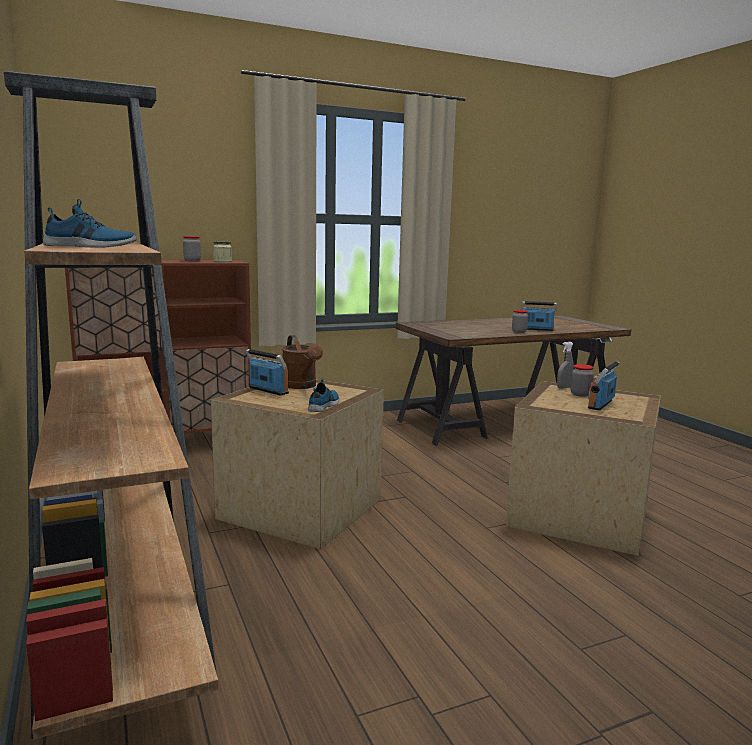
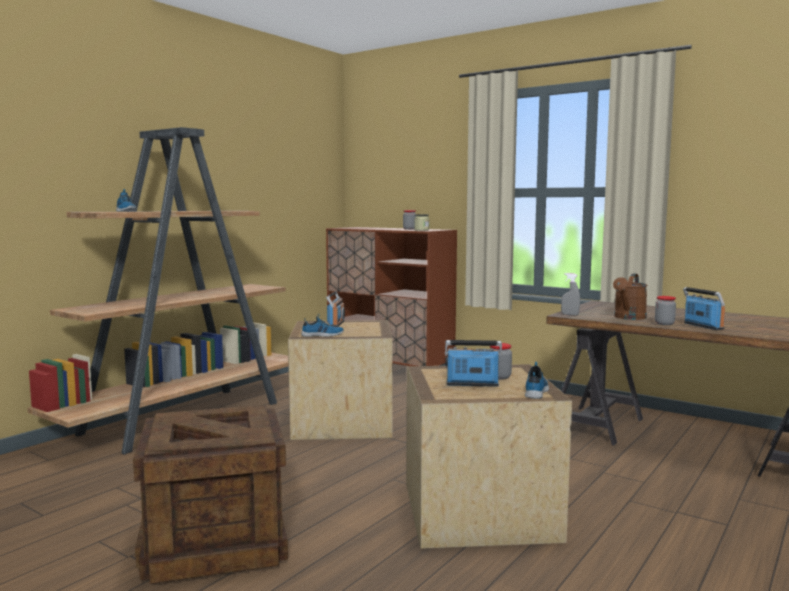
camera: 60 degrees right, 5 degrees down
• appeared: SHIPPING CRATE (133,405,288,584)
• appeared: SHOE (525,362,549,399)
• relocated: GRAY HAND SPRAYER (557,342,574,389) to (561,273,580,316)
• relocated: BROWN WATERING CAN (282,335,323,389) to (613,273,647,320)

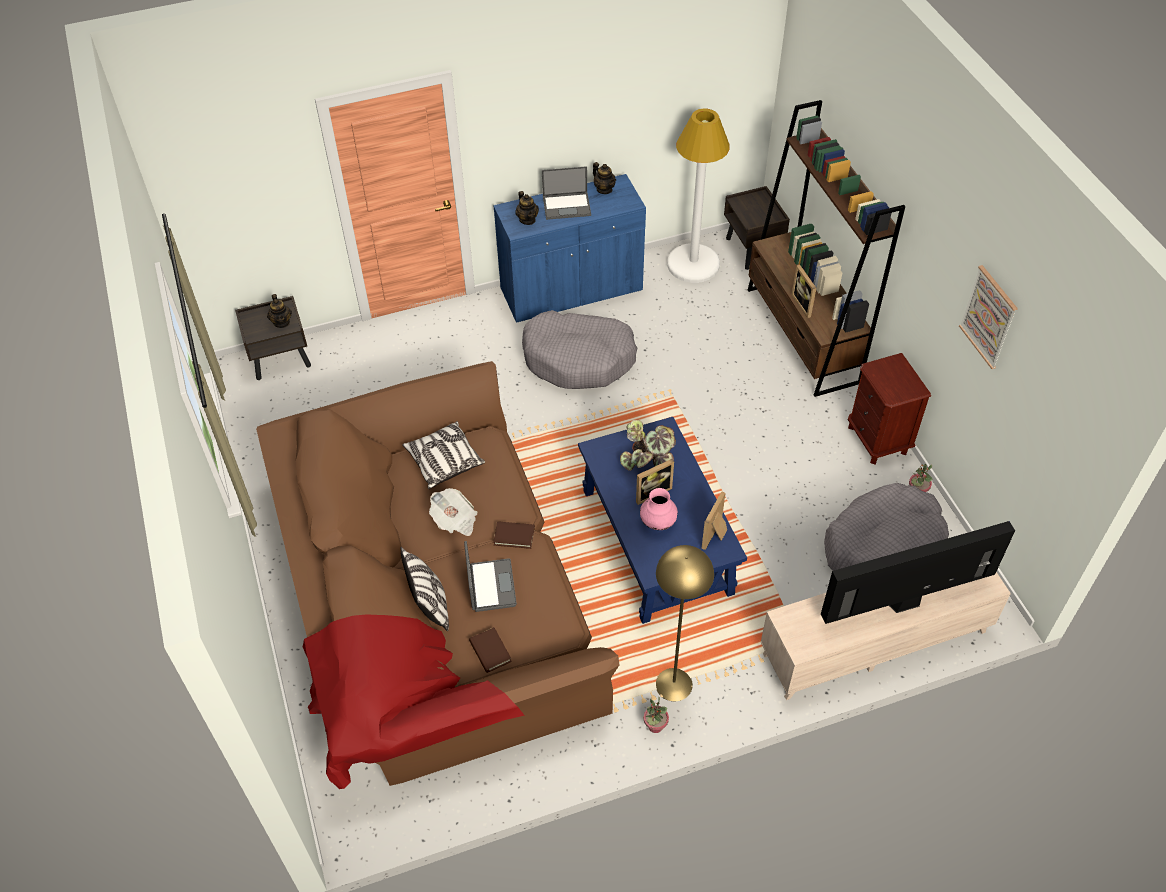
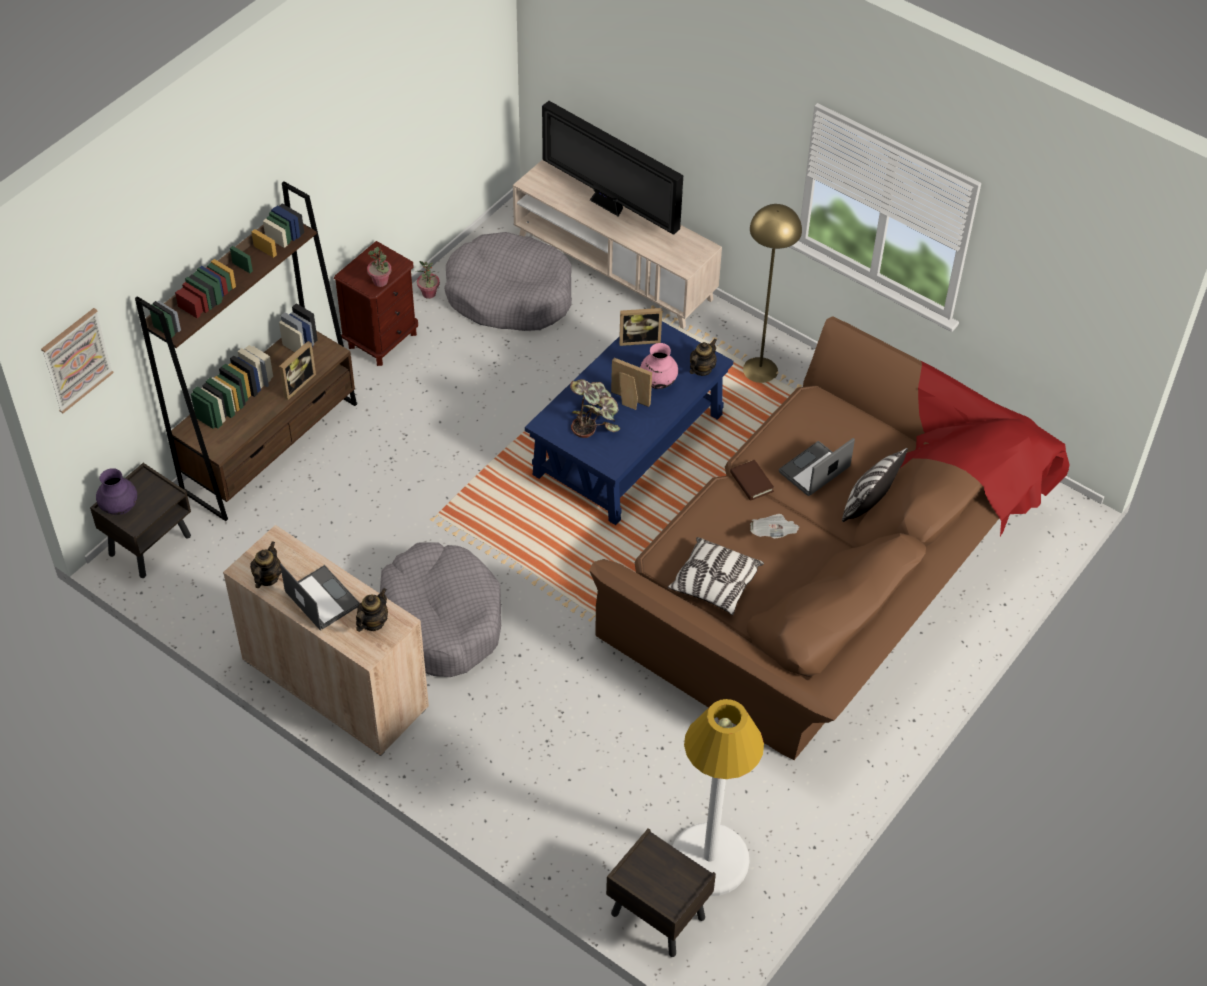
camera: 125 degrees left, 0 degrees up
• relocated: WALL PICTURE (959,265,1018,369) to (41,308,114,413)
• appeared: PURPLISH DECORATIVE VASE (96,468,137,515)
• colour: BLUE STORAGE CABINET (493,174,646,323) to BEIGE STORAGE CABINET (223,525,429,756)
• relocated: HOUSEPLANT (644,697,669,733) to (367,247,391,287)
• relocated: WHITE-COLOURED STANDARD LAMP (667,108,730,283) to (672,699,764,896)
• relocated: TEAPOT (267,294,292,328) to (690,339,717,376)
• missing: BROWN BOUND BOOK (469,627,512,673)

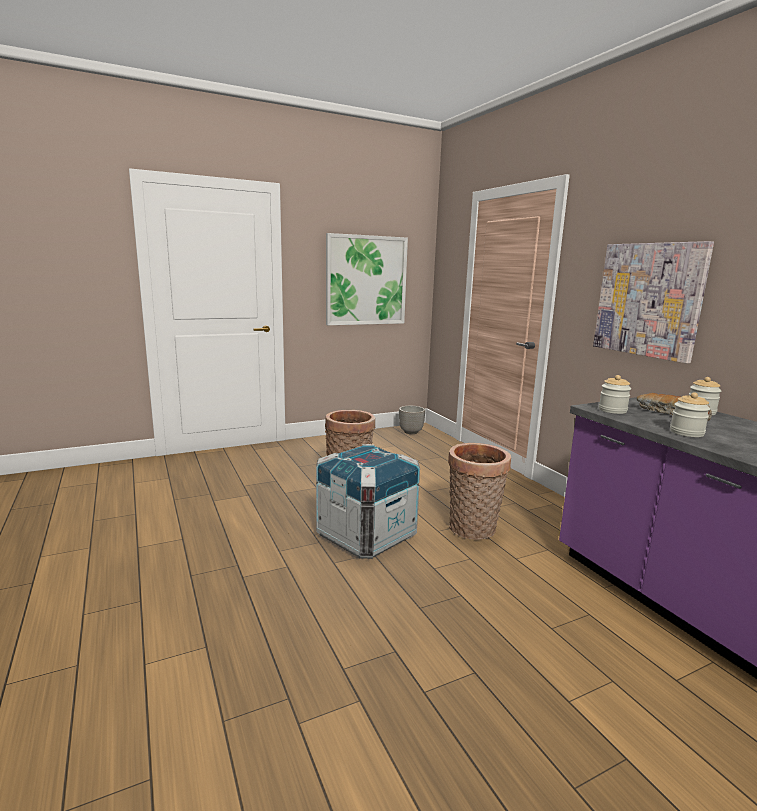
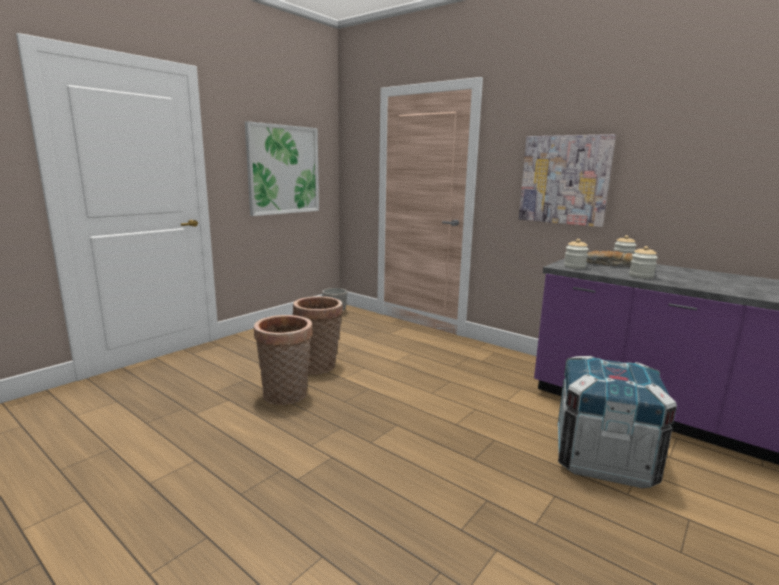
camera: 25 degrees left, 0 degrees up
• relocated: HOUSEHOLD BASKET (448,443,511,540) to (254,315,313,405)
• relocated: SHIPPING CRATE (316,444,420,559) to (558,356,677,488)

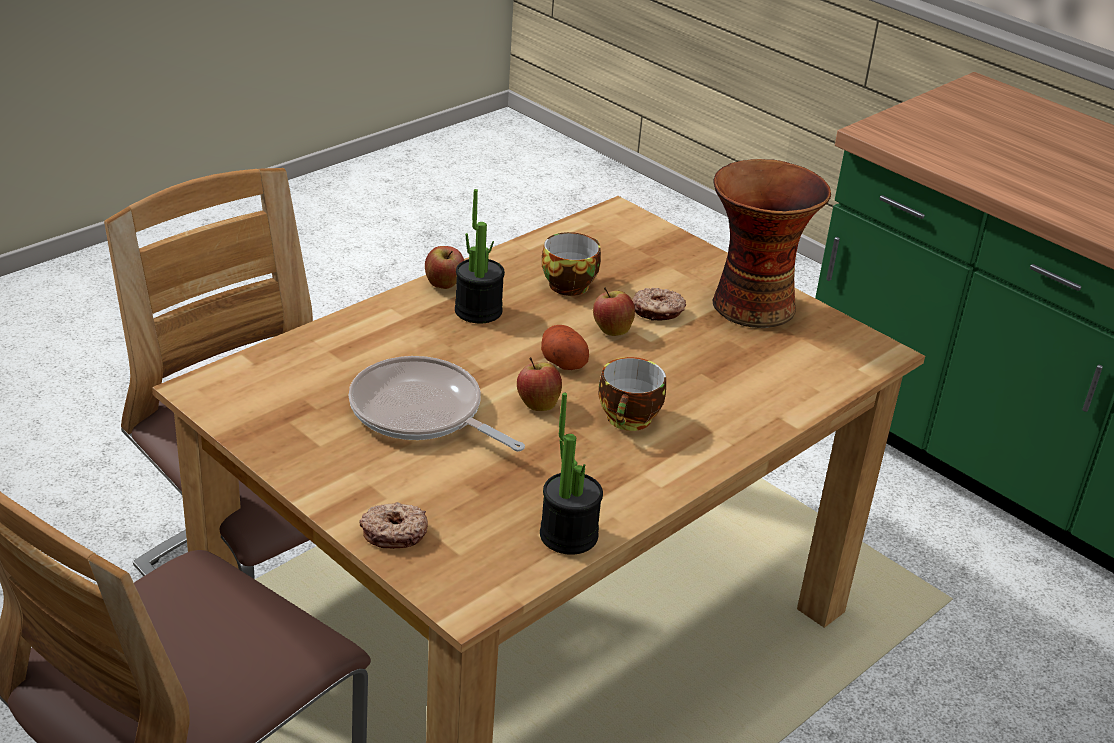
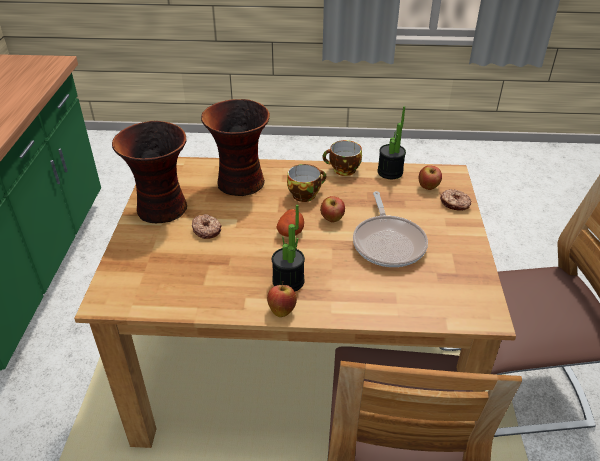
camera: 130 degrees left, 5 degrees up
• appeared: DECORATIVE VASE (201,99,270,196)
• relocated: SMALL CUP (542,232,601,296) to (322,140,362,176)
• relocated: WHOLE APPLE (593,287,635,336) to (419,165,442,190)

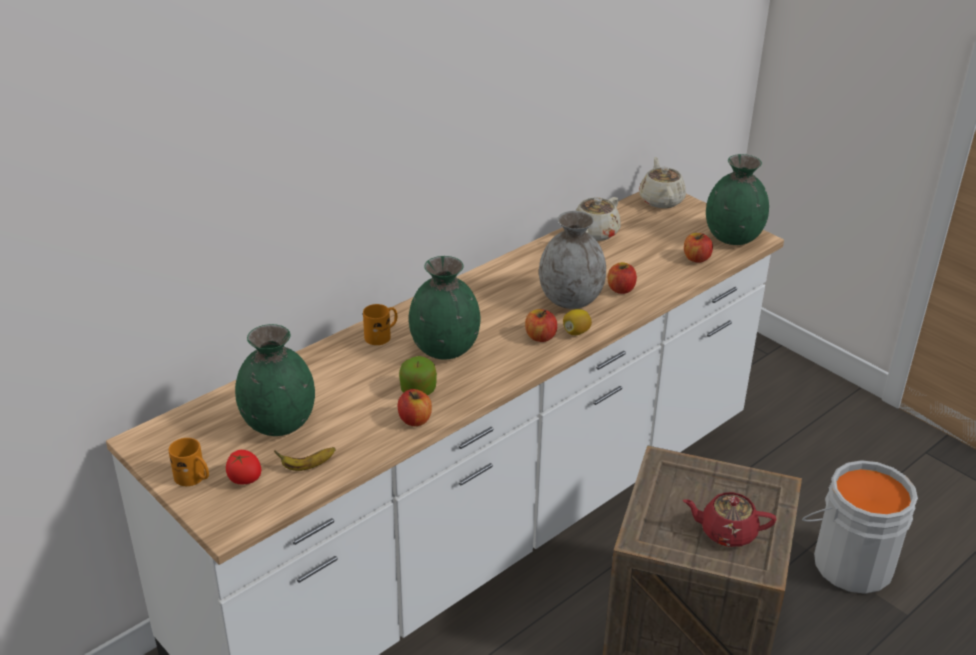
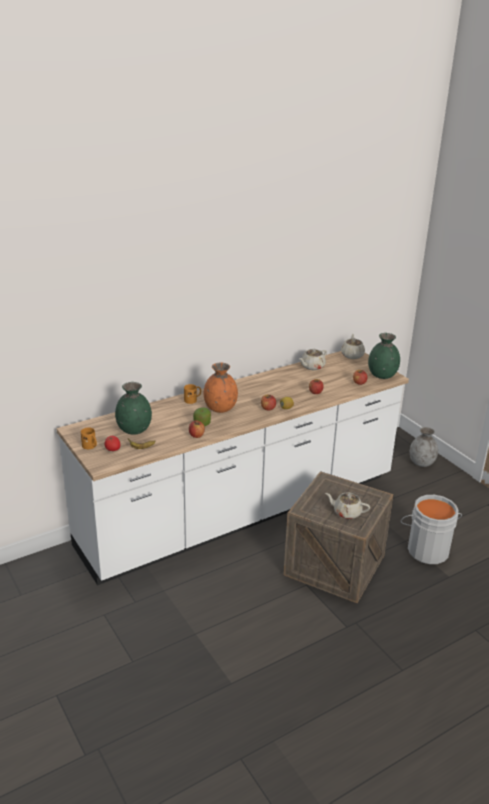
camera: 10 degrees right, 5 degrees down
• colour: GREEN DECORATIVE VASE (409,256,481,360) to ORANGEY DECORATIVE VASE (204,363,238,413)
• colour: RED-COLOURED TEAPOT (683,492,777,547) to BEIGE TEAPOT (325,492,370,519)
• relocated: GRAY DECORATIVE VASE (539,211,606,309) to (410,427,438,467)

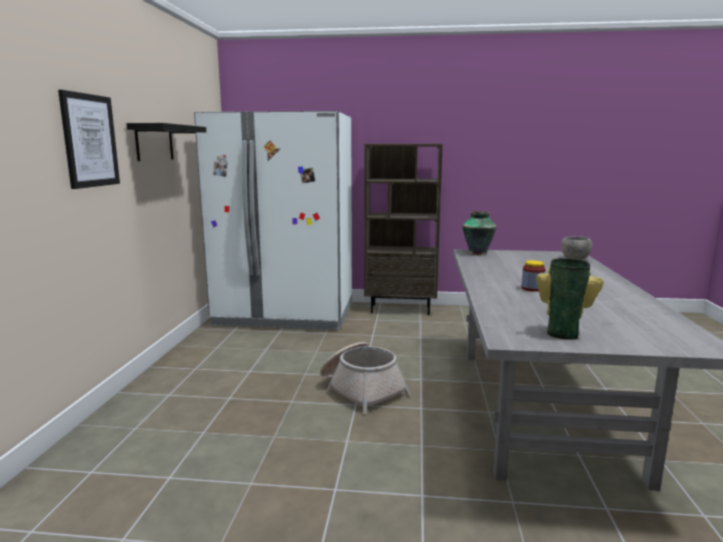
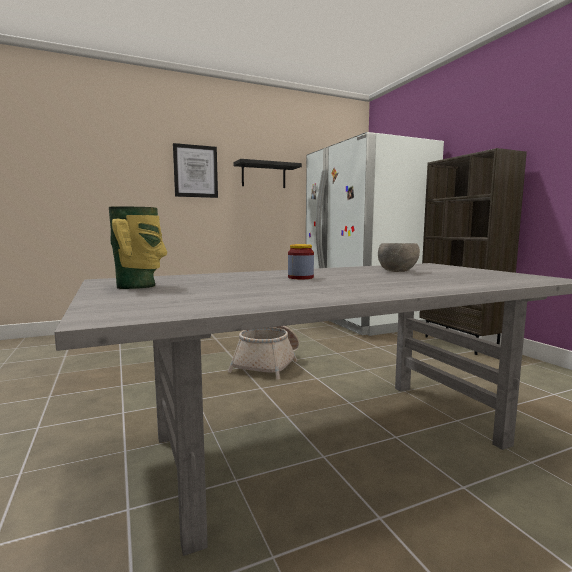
camera: 60 degrees right, 5 degrees down
• relocated: GRAY BOWL (561,236,593,260) to (378,243,420,272)
• missing: DECORATIVE VASE (462,211,497,255)

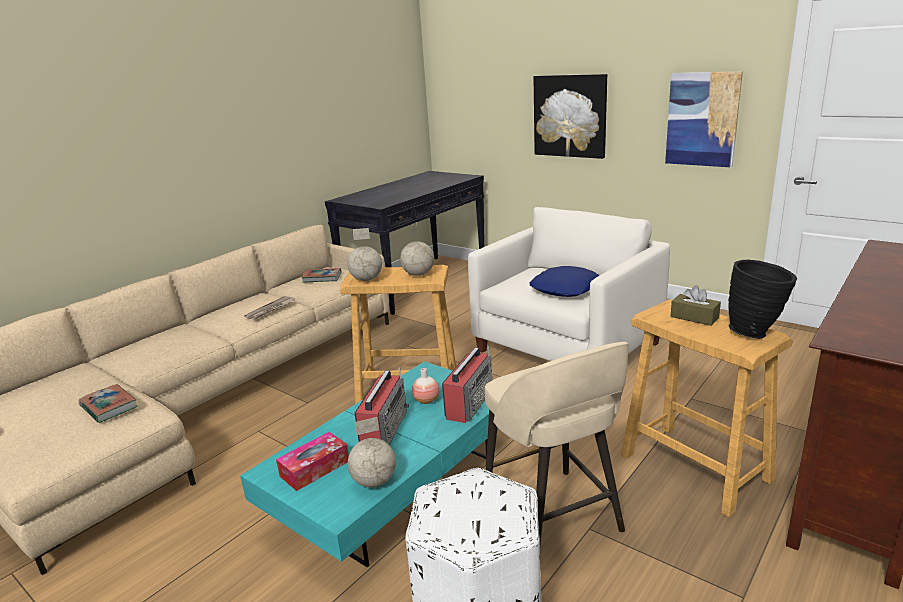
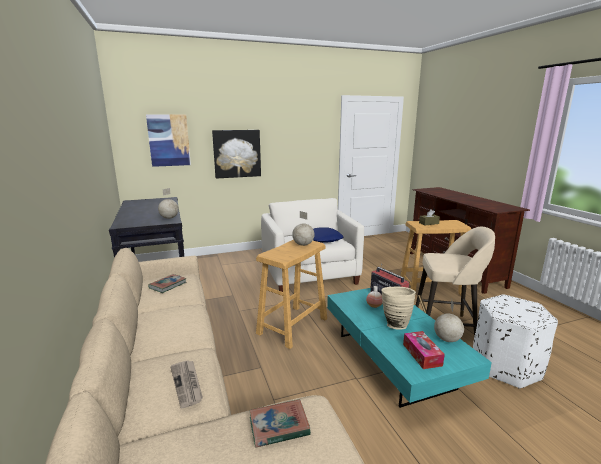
camera: 60 degrees left, 5 degrees down
• relocated: WALL PICTURE (665,71,743,168) to (146,114,191,167)
• relocated: WORLD GLOBE (347,228,382,281) to (158,188,179,219)
• relocated: NEWSPAPER (244,296,295,320) to (170,360,203,408)
• exchanged: RADIO (355,367,409,445) to BEIGE DECORATIVE VASE (381,287,416,330)
• missing: BLACKISH DECORATIVE VASE (728,260,797,339)

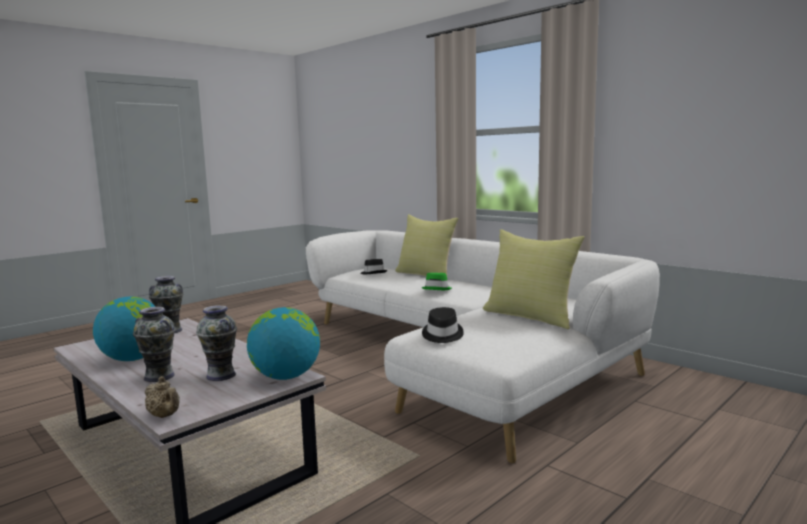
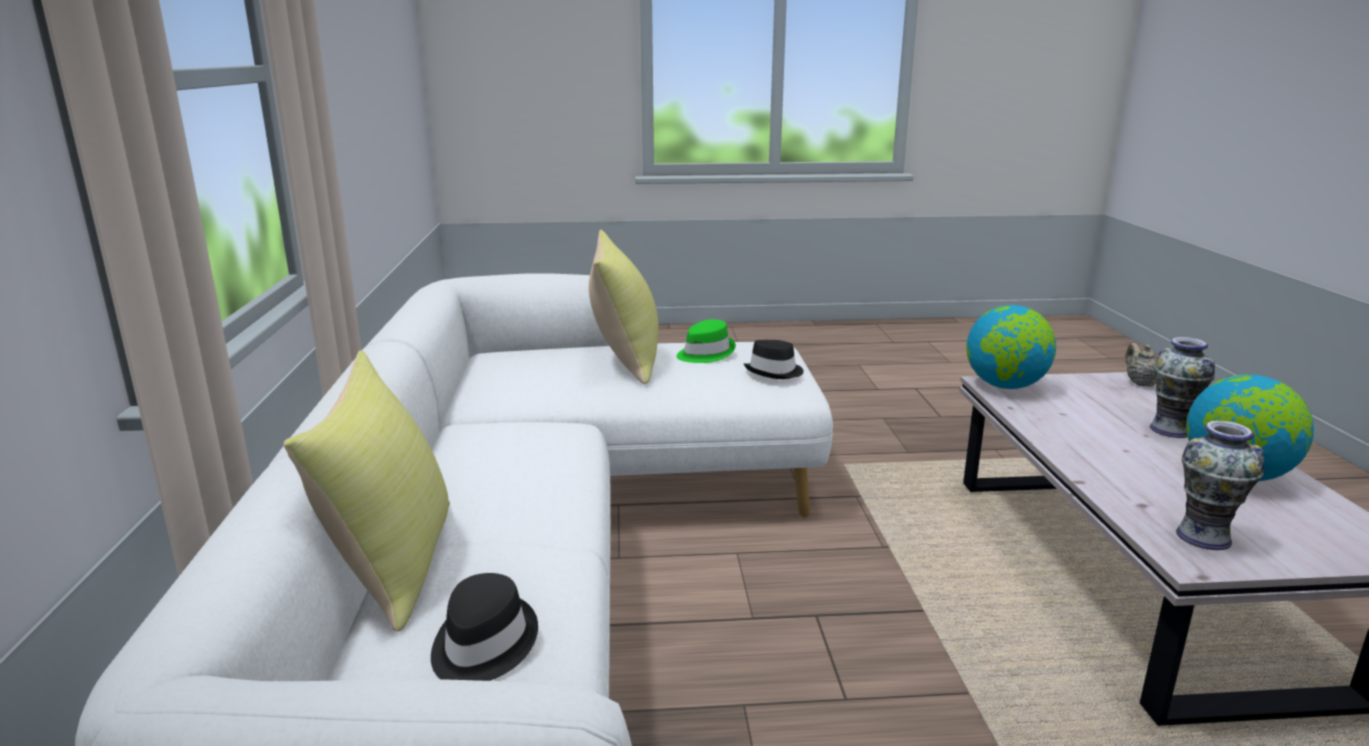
camera: 140 degrees left, 10 degrees up
• relocated: GREEN WEARABLE HAT (421,273,452,290) to (677,319,736,363)
• missing: DECORATIVE VASE (196,305,237,381)

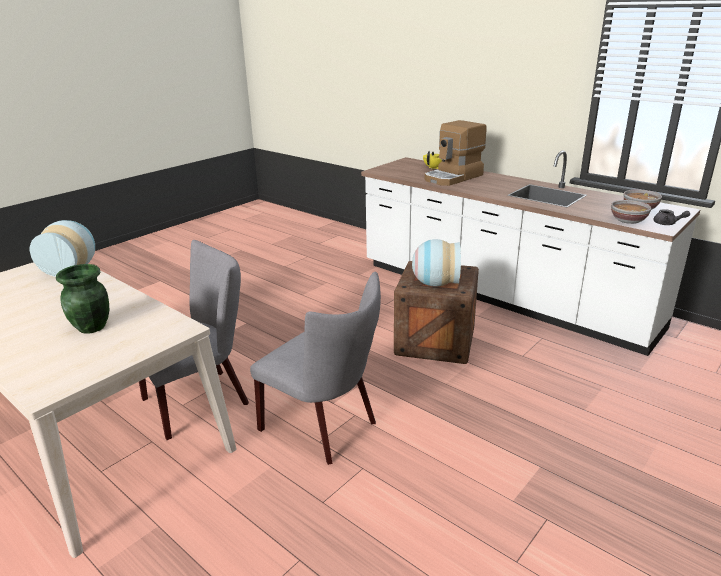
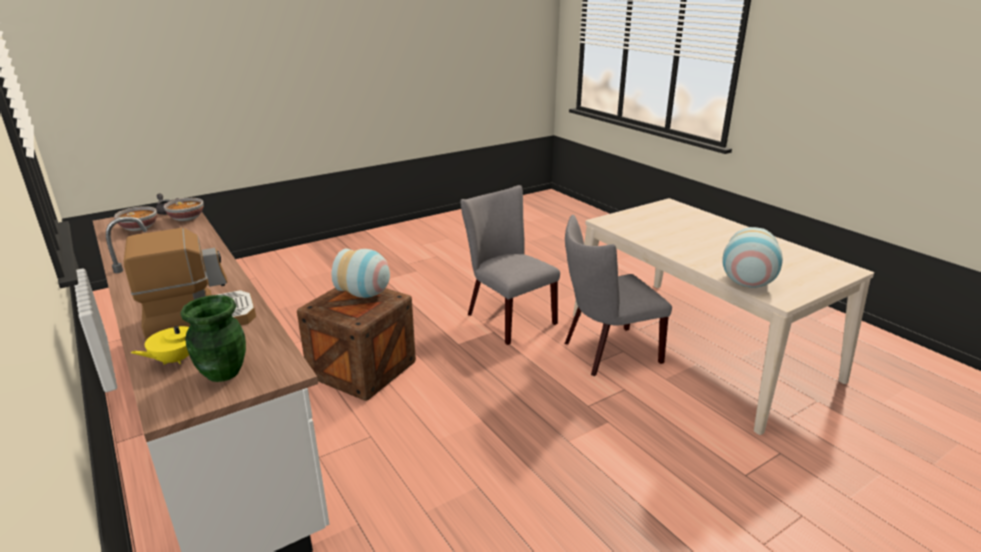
camera: 165 degrees left, 0 degrees up
• relocated: GREEN DECORATIVE VASE (56,264,109,334) to (180,295,246,382)

